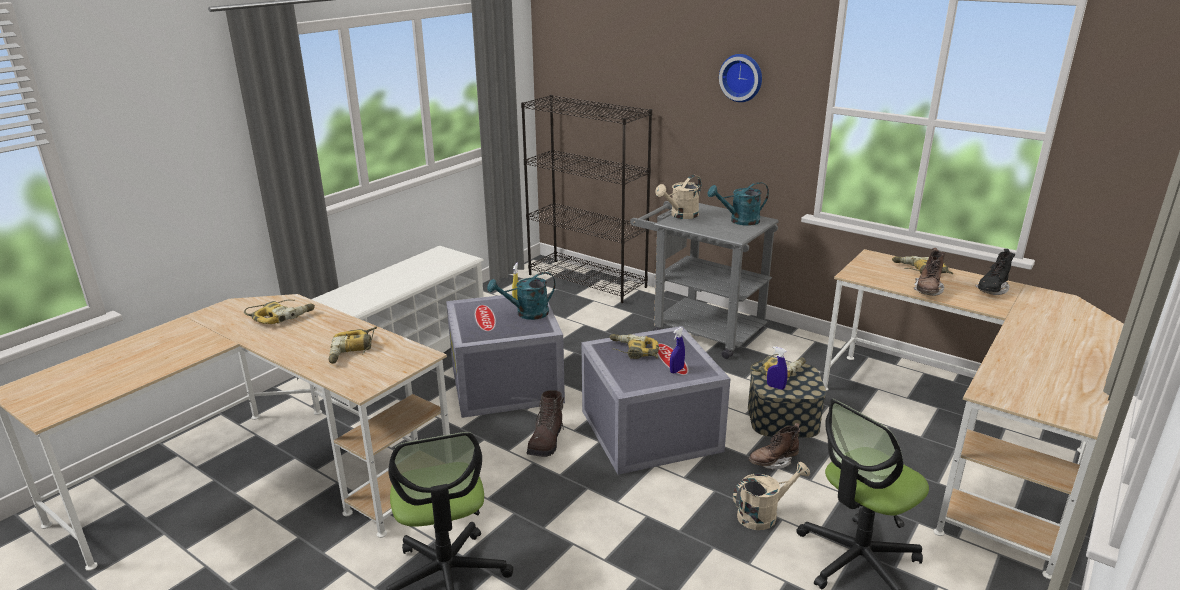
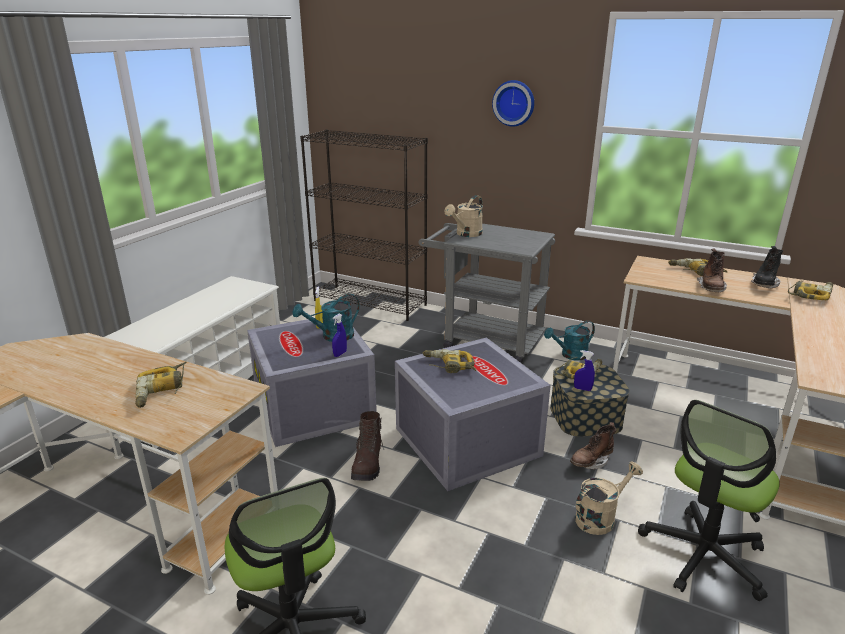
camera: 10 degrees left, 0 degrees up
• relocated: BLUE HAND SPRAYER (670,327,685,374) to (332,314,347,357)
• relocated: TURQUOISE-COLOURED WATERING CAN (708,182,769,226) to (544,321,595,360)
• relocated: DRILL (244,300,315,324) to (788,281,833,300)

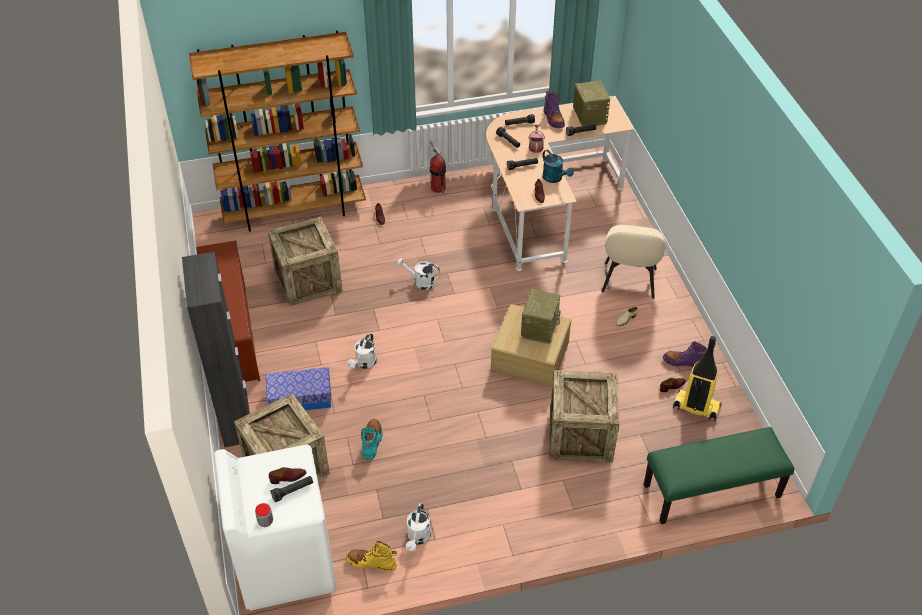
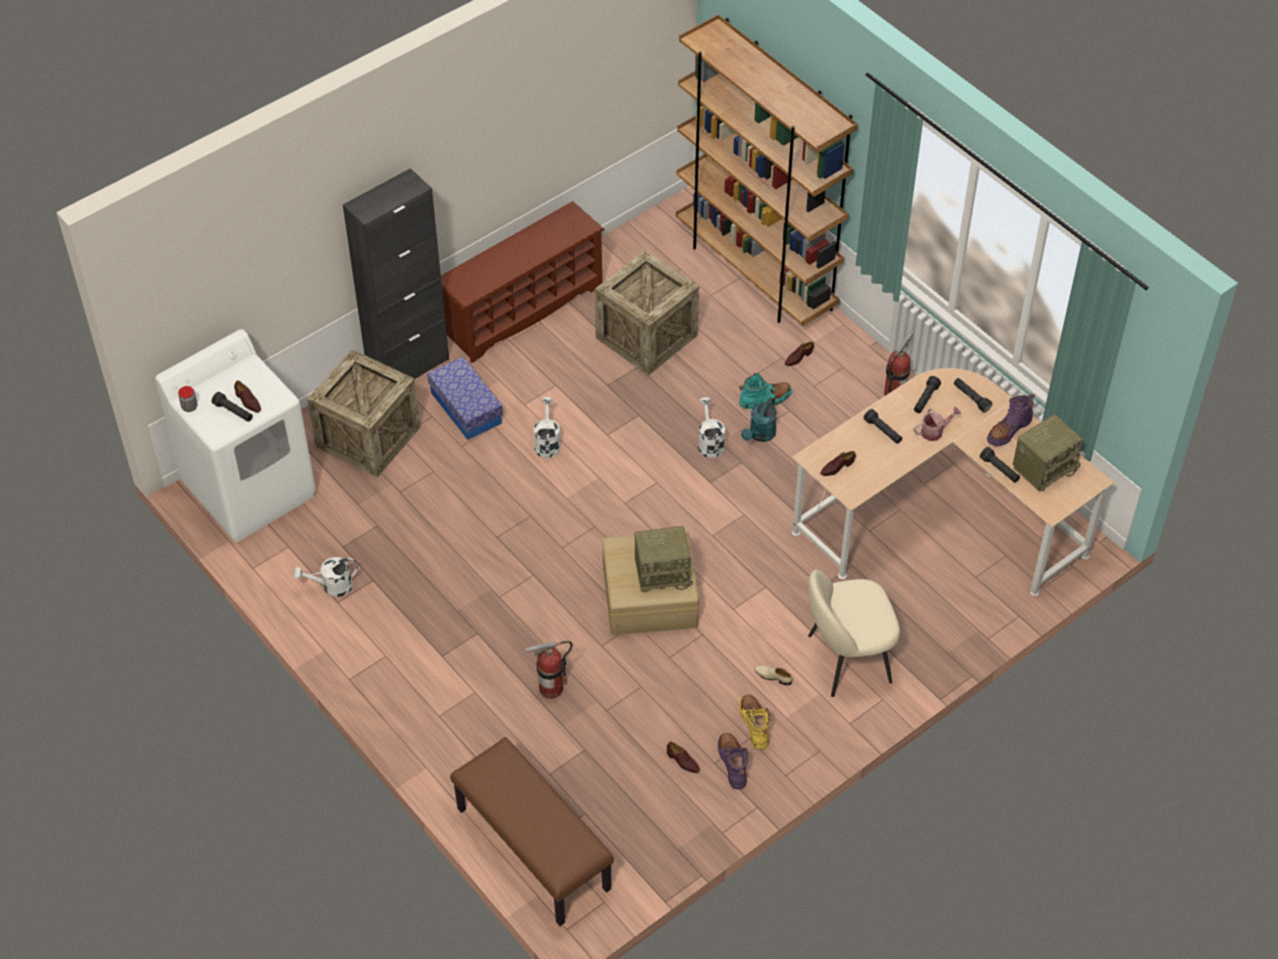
camera: 65 degrees right, 5 degrees up
• colour: GREEN INDOOR BENCH (644,427,794,524) to BROWN INDOOR BENCH (450,737,614,926)
• exchanged: SHIPPING CRATE (549,370,619,463) to EXTINGUISHER (525,641,573,699)
• spun: WHITE-COLOURED WATERING CAN (347,333,377,369) = (534,397,560,458) 90 degrees clockwise
• relocated: TURQUOISE-COLOURED TALL BOOT (361,419,382,460) to (739,373,792,409)
• relocated: YELLOW-COLOURED TALL BOOT (346,541,397,572) to (739,695,771,750)
• relocated: TURQUOISE-COLOURED WATERING CAN (542,150,574,183) to (741,397,777,442)
• missing: HOOVER (673,336,722,421)

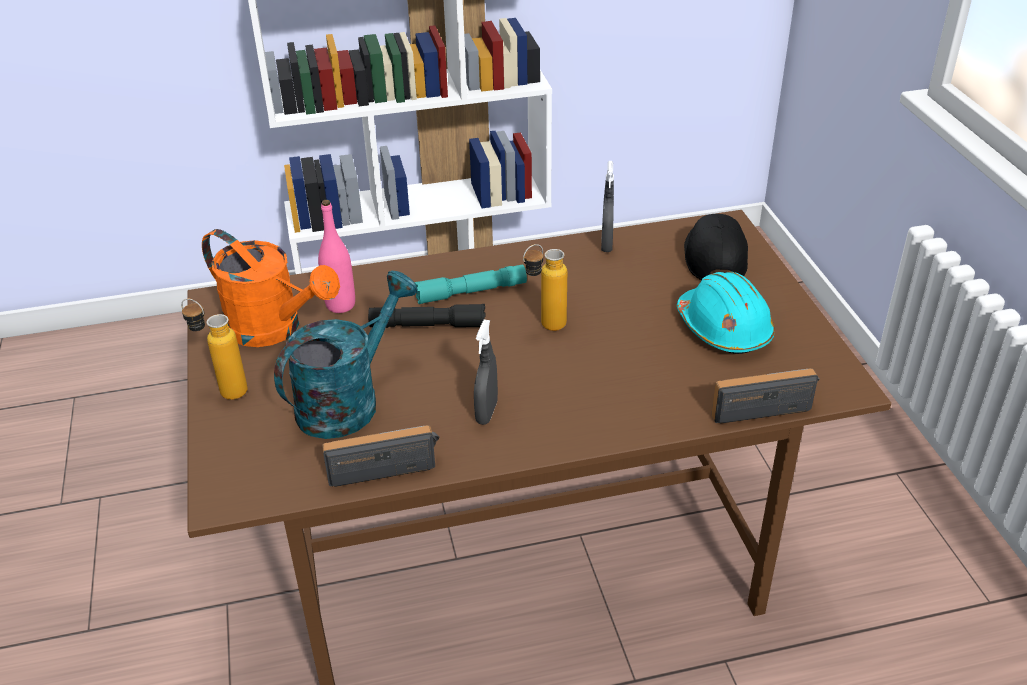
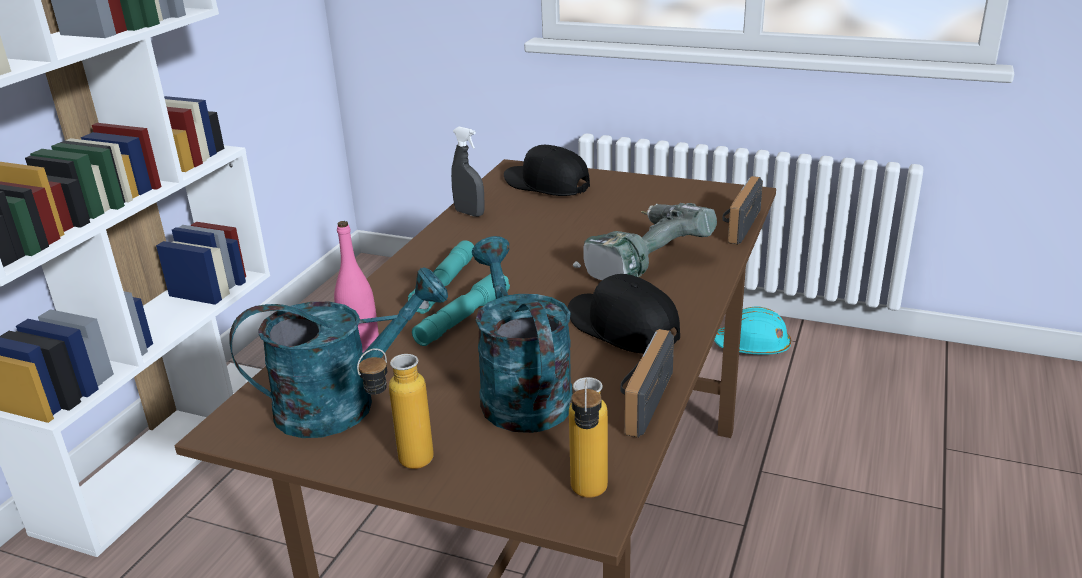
camera: 55 degrees left, 10 degrees down
• colour: ORANGEY WATERING CAN (202,229,340,347) to TURQUOISE-COLOURED WATERING CAN (229,267,448,438)
• colour: BLACKISH TORCH (368,304,485,328) to TURQUOISE-COLOURED TORCH (412,273,510,346)
• exchanged: GRAY HAND SPRAYER (474,319,498,425) to BLACKISH PEAKED CAP (568,274,680,353)
• relocated: BEVERAGE BOTTLE (523,244,567,331) to (569,377,608,498)
• appeared: DRILL (573,203,717,280)
• relocated: TURQUOISE-COLOURED HARD HAT (677,272,775,354) to (714,307,791,355)

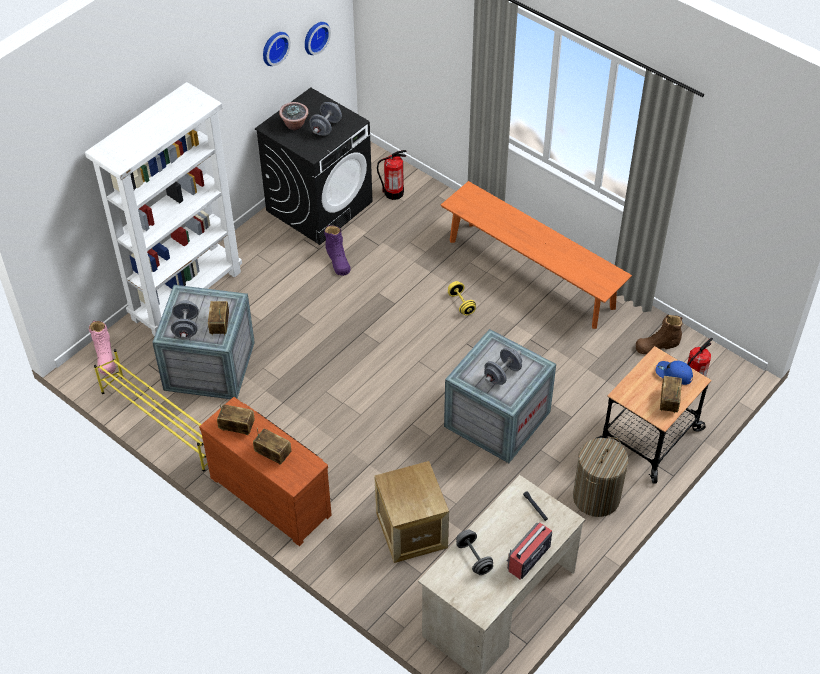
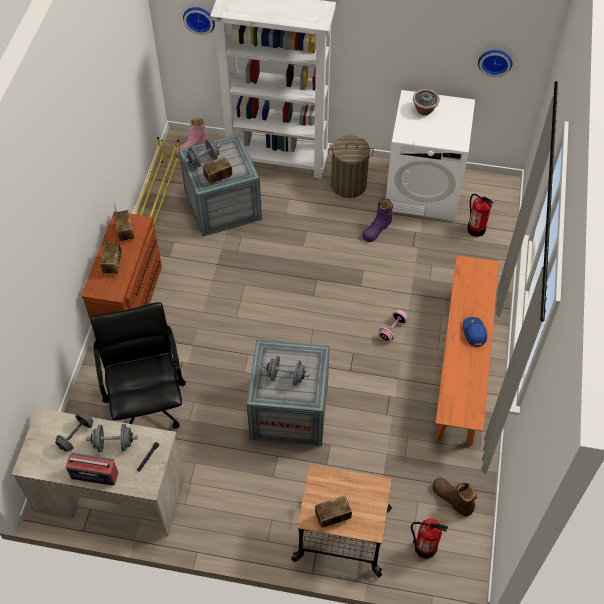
camera: 60 degrees right, 5 degrees up
• relocated: GRAY FREE WEIGHT (309,102,342,136) to (86,424,138,452)
• exchanged: SHIPPING CRATE (374,461,449,563) to BLACKISH OFFICE CHAIR (91,302,186,429)
• relocated: CLOCK ON THE WALL (263,32,291,66) to (183,7,215,35)
• relocated: LAUNDRY BASKET (573,437,629,517) to (328,135,374,198)
• colour: YELLOW-COLOURED FREE WEIGHT (448,281,476,315) to PINK-COLOURED FREE WEIGHT (379,310,408,342)
• colour: BLACKISH LAUNDRY APPLIANCE (255,87,373,245) to WHITE-COLOURED LAUNDRY APPLIANCE (386,90,475,221)
• relocated: BLUE PEAKED CAP (656,361,693,385) to (463,317,487,347)

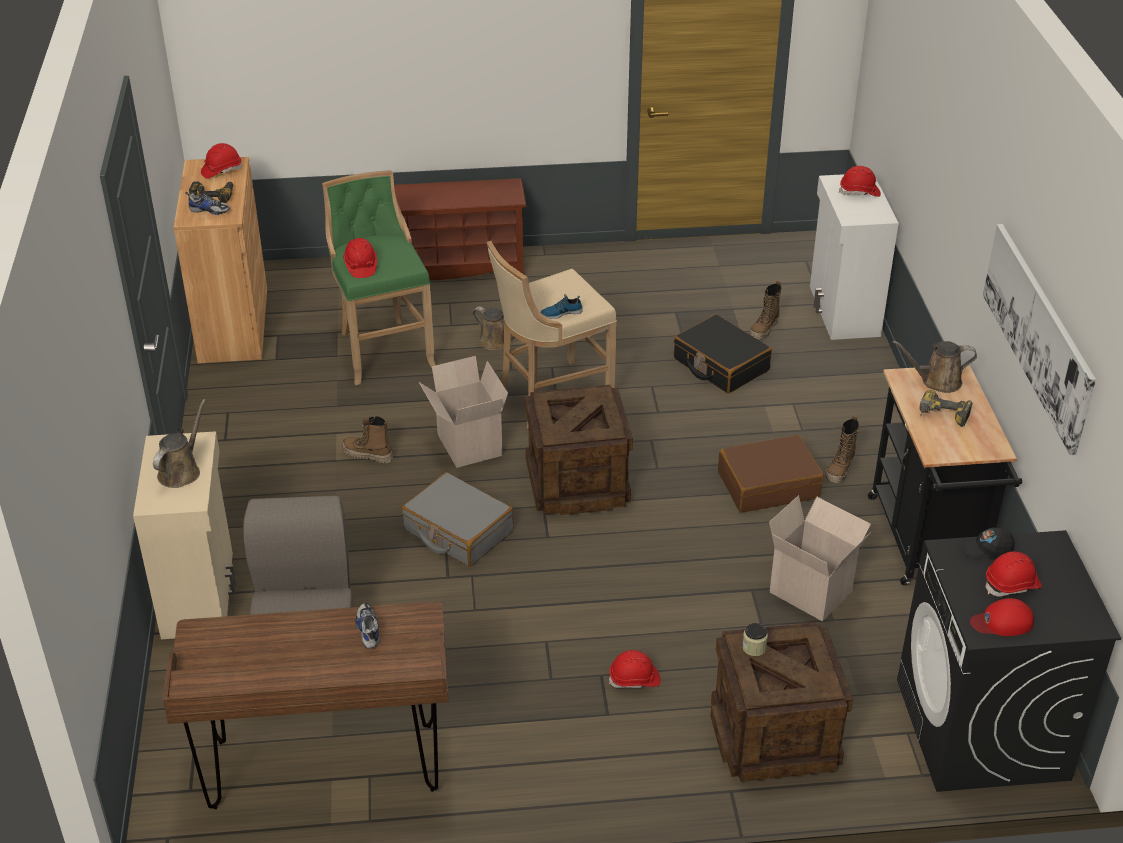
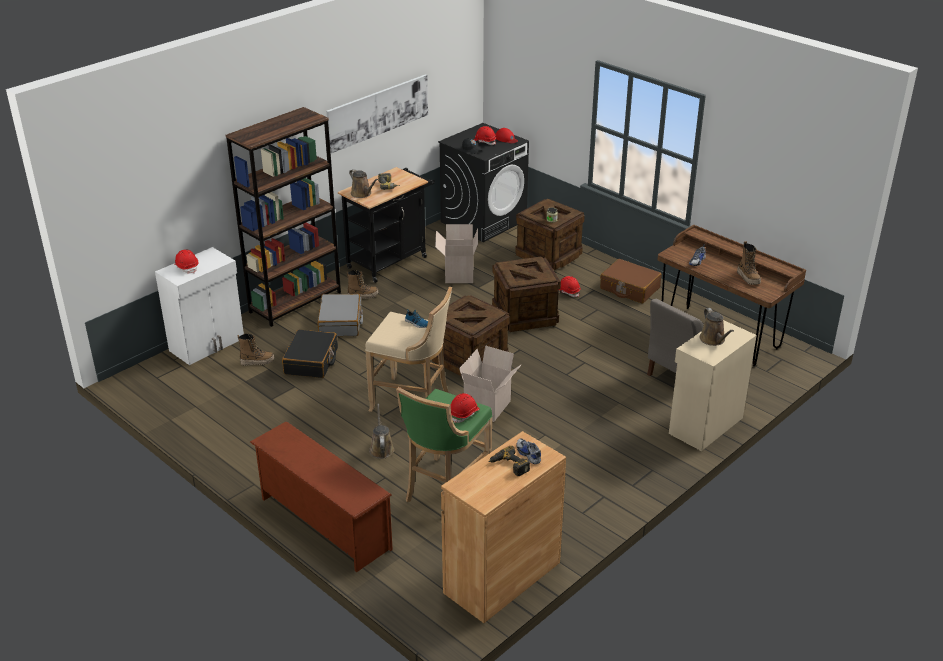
camera: 130 degrees left, 5 degrees down
• appeared: BROWN BOOKSHELF (225,107,341,327)
• relocated: GRAY TRAVEL CASE (401,472,514,567) to (318,294,363,336)
• appeared: SHIPPING CRATE (492,257,561,332)
• relocated: BROWN TRAVEL CASE (718,435,824,513) to (600,259,662,304)
• spun: BROWN WATERING CAN (153,399,206,488) = (700,308,734,346) 90 degrees counterclockwise
• relocated: TALL BOOT (343,416,393,463) to (737,241,761,285)
• missing: RED-COLOURED HARD HAT (201,143,242,179)

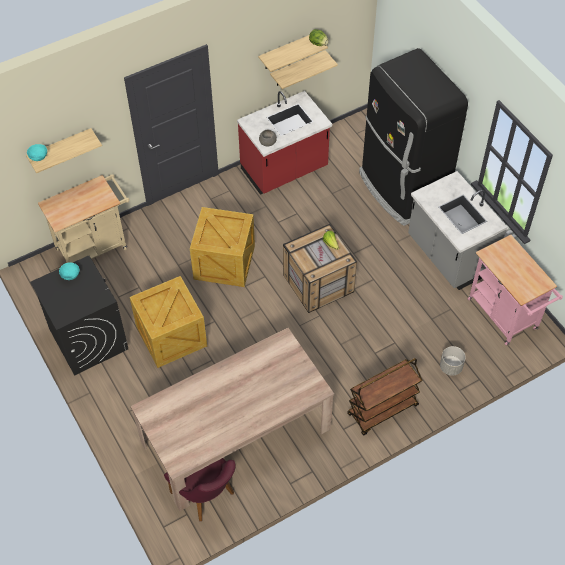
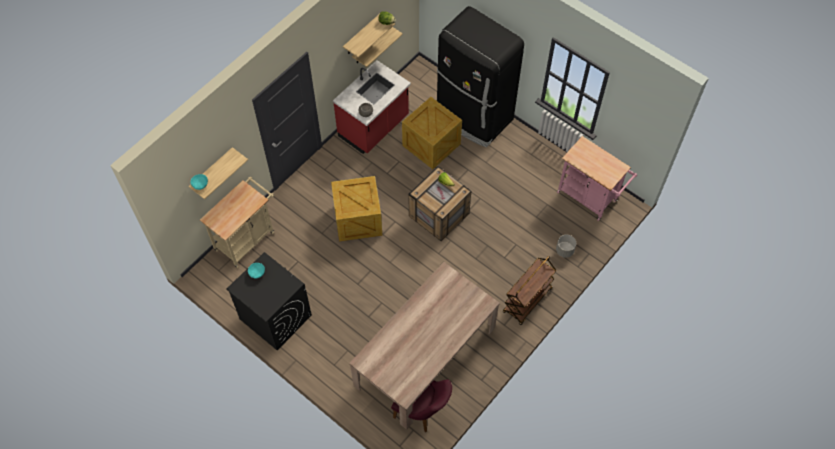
camera: 20 degrees left, 5 degrees up
• relocated: SHIPPING CRATE (130,276,207,368) to (402,97,462,169)
• missing: GRAY KITCHEN COUNTER (408,171,507,290)

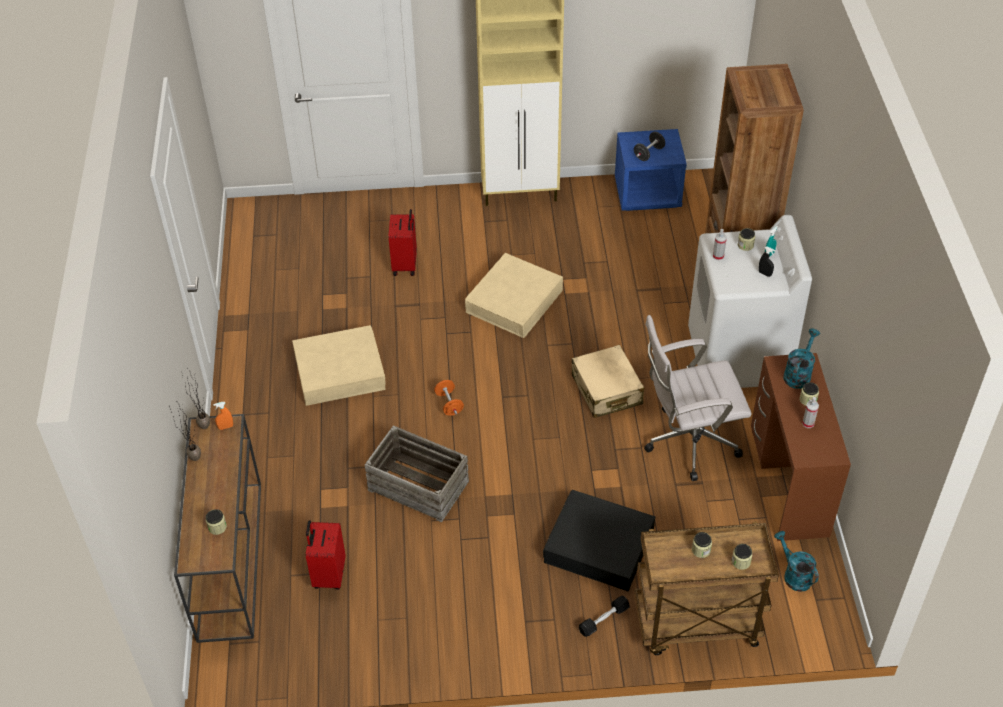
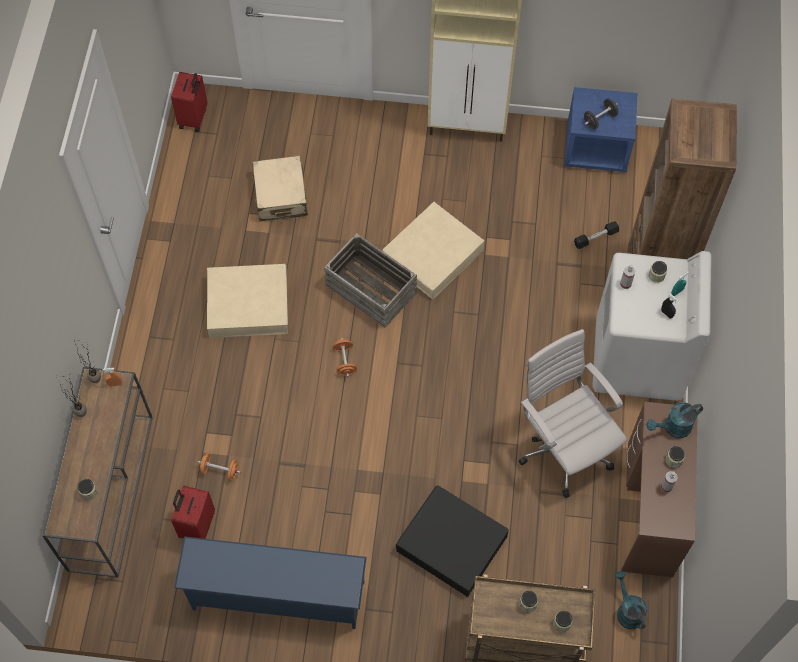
camera: 10 degrees right, 15 degrees up
• relocated: RED-COLOURED TRAVEL CASE (388,209,417,276) to (171,72,207,132)
• appeared: BLUE SHOE RACK (174,536,367,629)
• appeared: ORANGEY FREE WEIGHT (197,453,241,481)
• relocated: BEIGE TRAVEL CASE (572,345,644,418) to (252,156,308,221)
• relocated: SHIPPING CRATE (365,425,469,522) to (324,233,417,328)
• spun: WHITE-COLOURED OFFICE CHAIR (644,315,752,481) = (518,329,627,498) 60 degrees clockwise
• relocated: BLACKISH FREE WEIGHT (579,595,630,637) to (574,221,619,249)
• spun: TURQUOISE-COLOURED WATERING CAN (783,329,820,389) = (646,402,703,438) 150 degrees counterclockwise

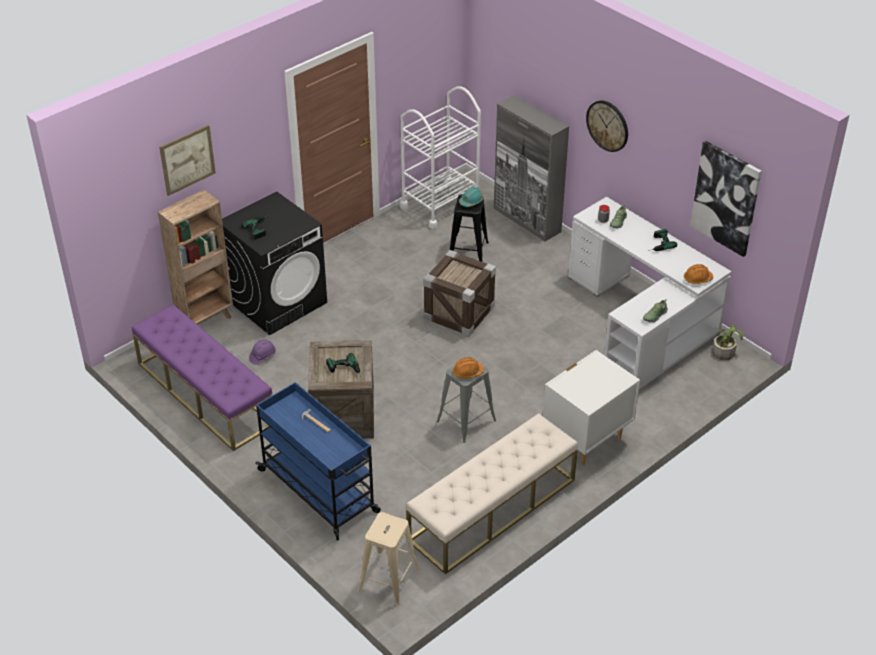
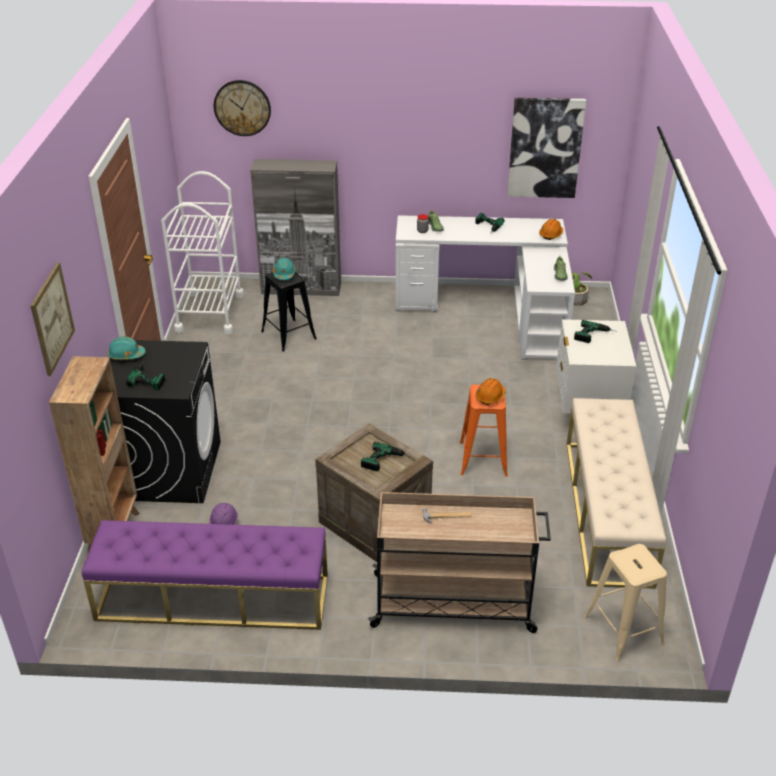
camera: 45 degrees left, 5 degrees down
• appeared: TURQUOISE-COLOURED HARD HAT (107,336,146,360)
• relocated: CLOCK ON THE WALL (586,101,628,152) to (214,80,271,136)
• colour: BLUE WHEELED CART (255,382,381,540) to BEIGE WHEELED CART (368,492,551,633)
• colour: GRAY STOOL SEAT (436,366,496,443) to ORANGEY STOOL SEAT (459,384,508,477)
• appeared: DRILL (574,320,617,343)
• missing: SHIPPING CRATE (423,250,496,337)

